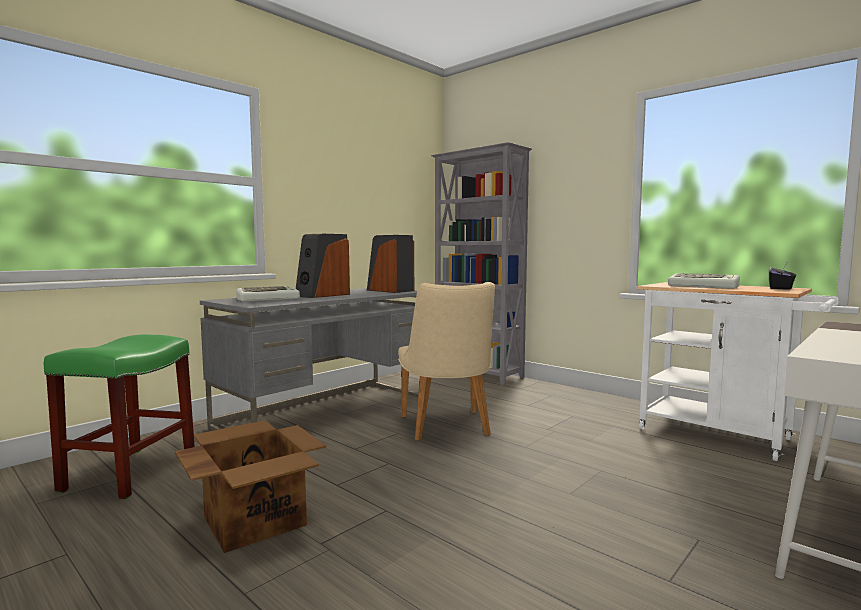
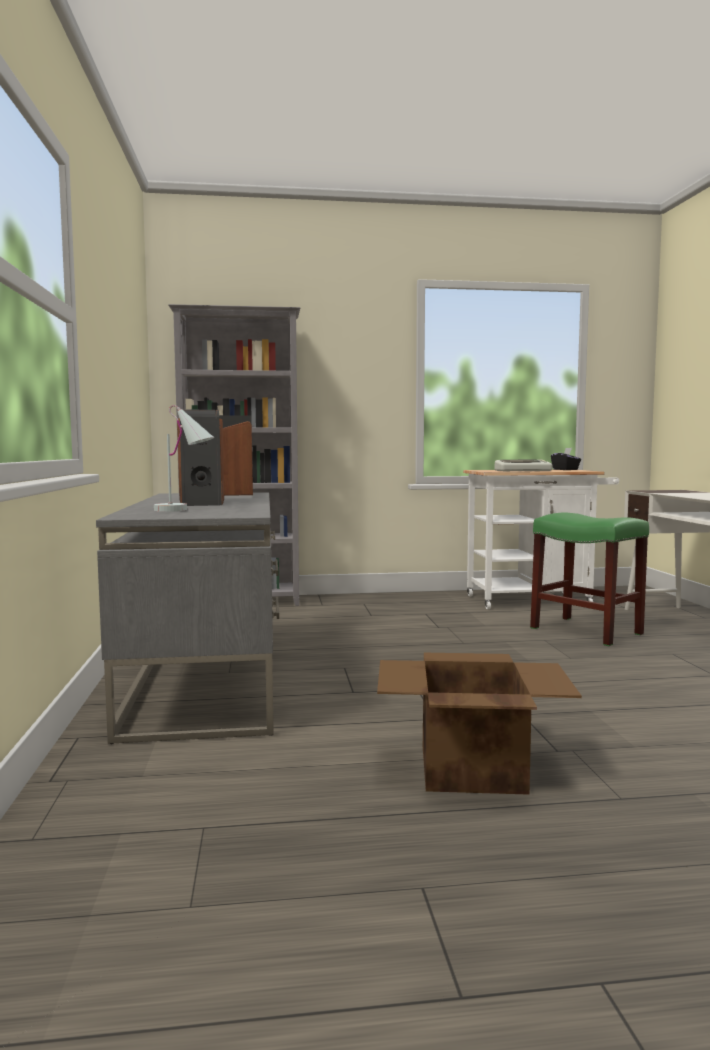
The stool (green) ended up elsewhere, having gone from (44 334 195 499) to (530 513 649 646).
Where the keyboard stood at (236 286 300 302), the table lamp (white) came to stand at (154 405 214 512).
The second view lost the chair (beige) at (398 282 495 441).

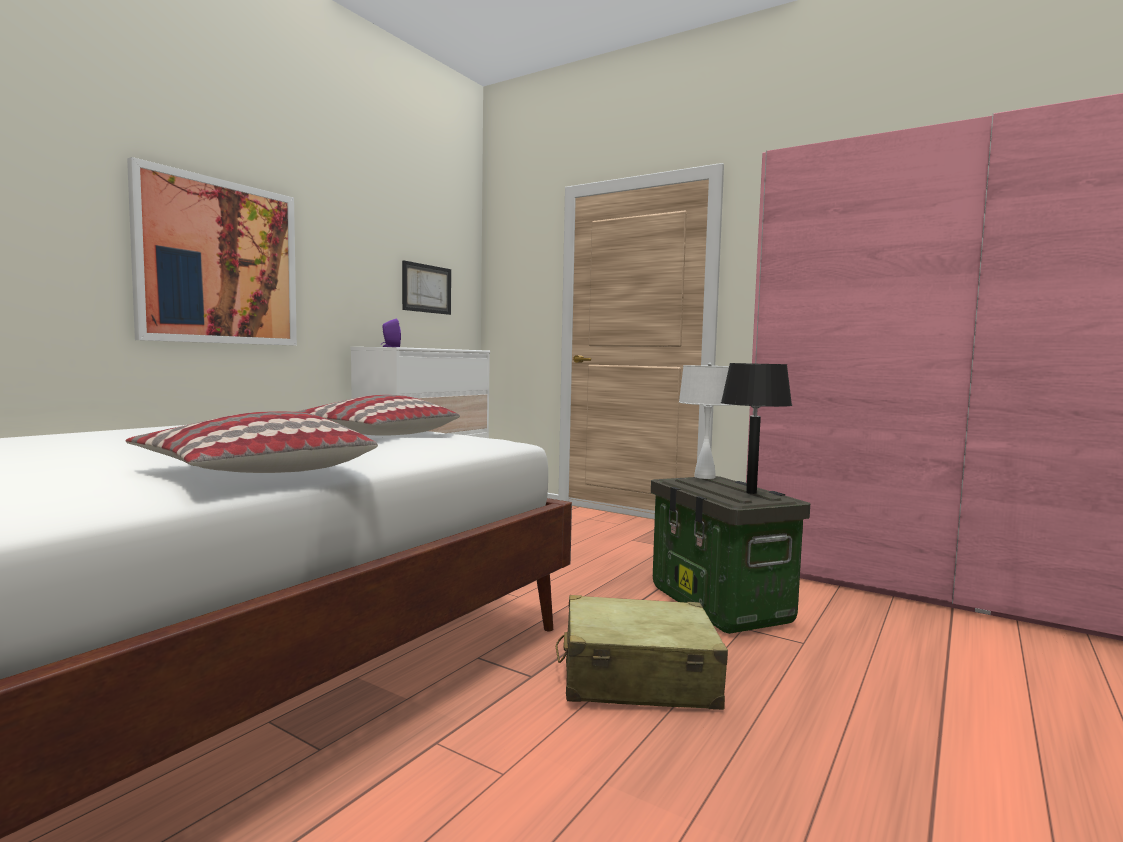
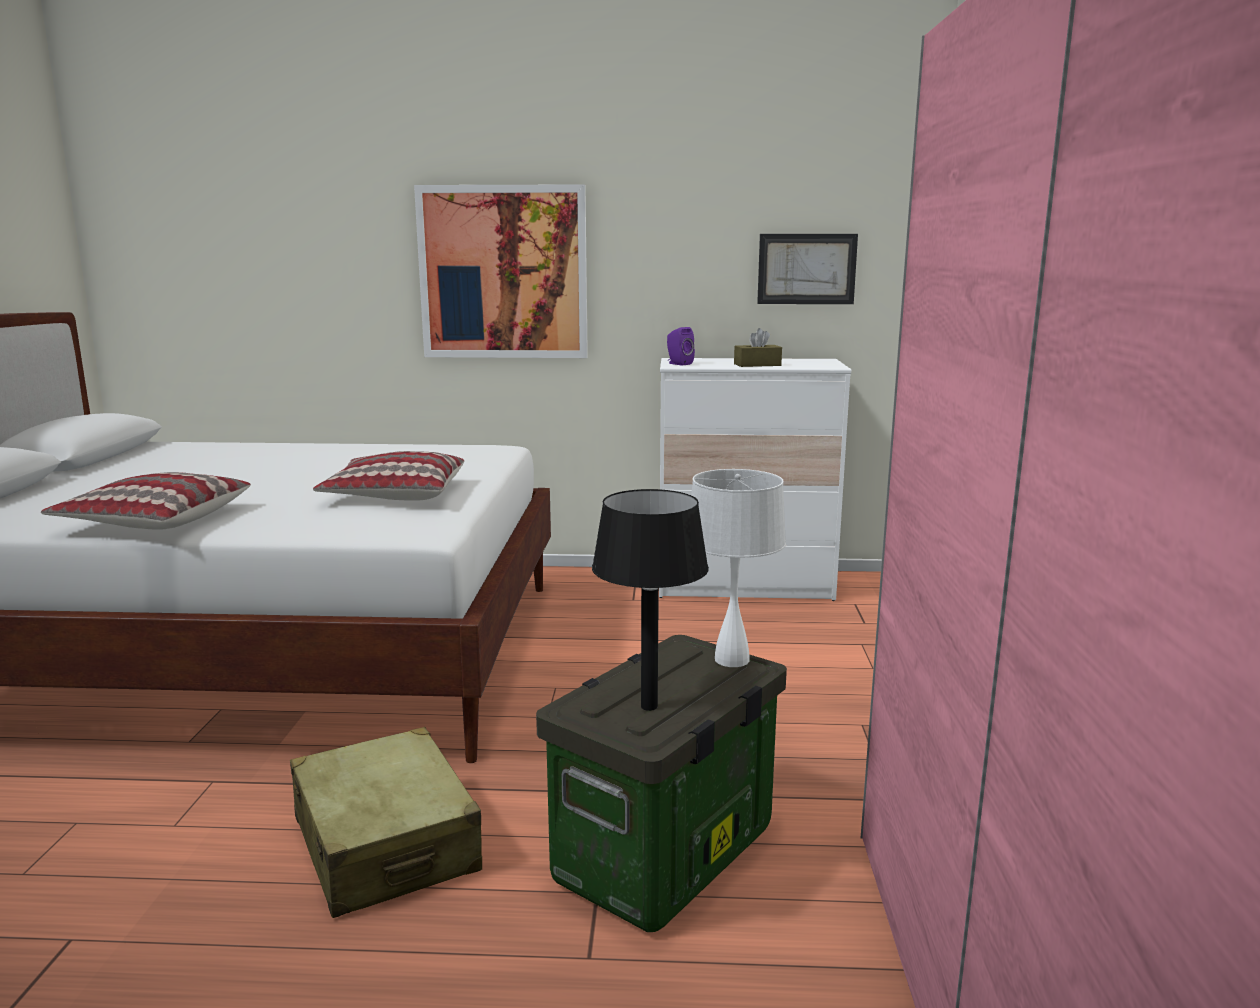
The second view gained the tissue box (brown) at (734 328 782 367).

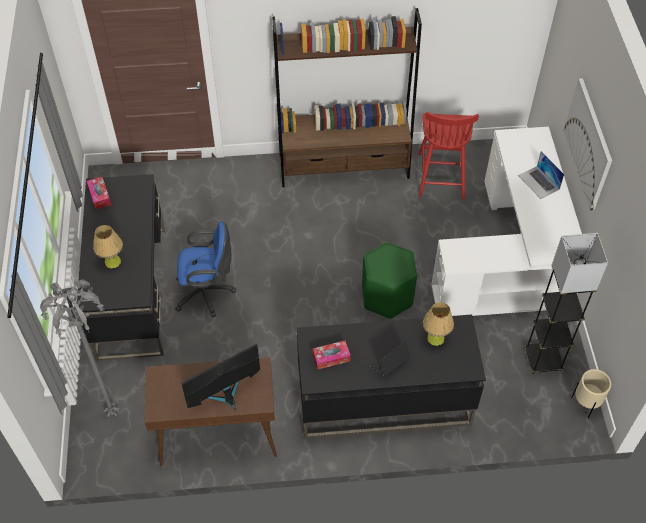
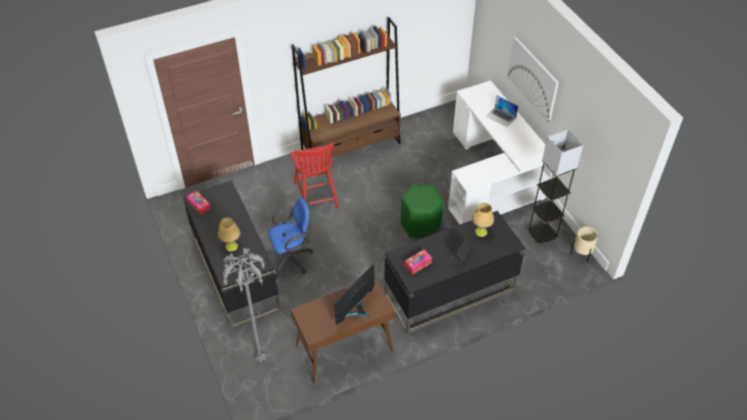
The chair (red) ended up elsewhere, having gone from (418 112 479 199) to (290 143 339 209).

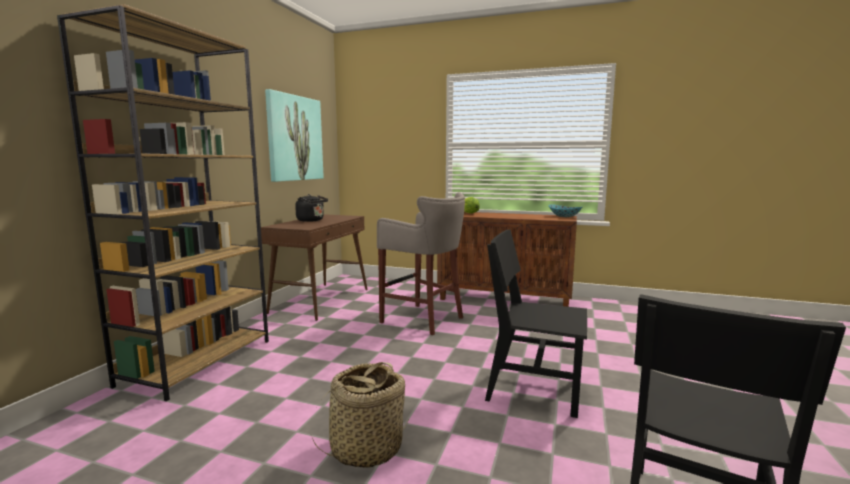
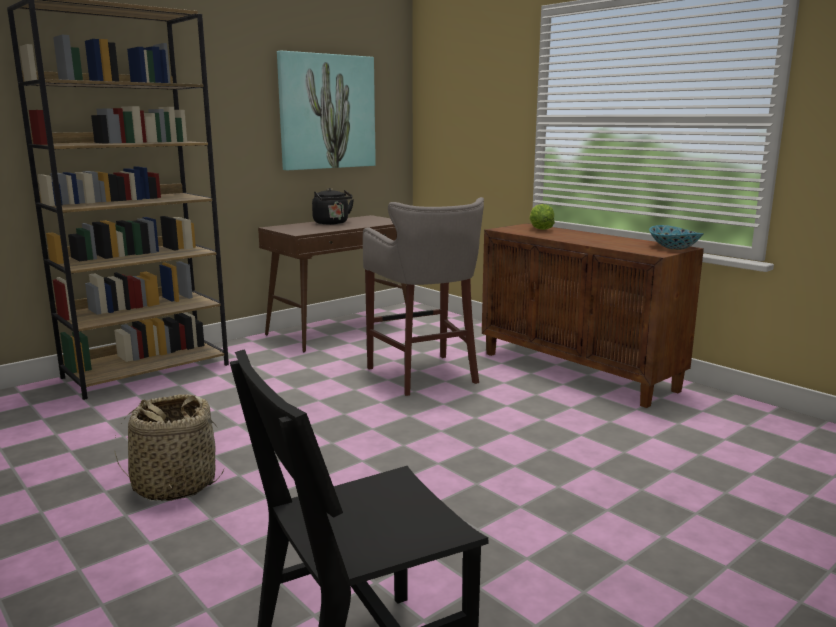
The second view lost the chair (black) at (485 230 587 418).

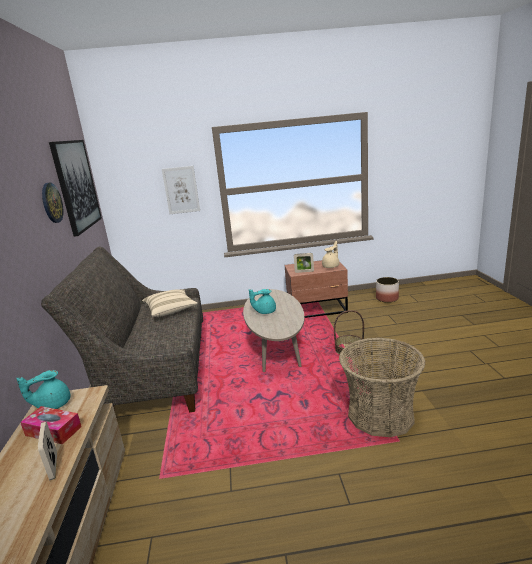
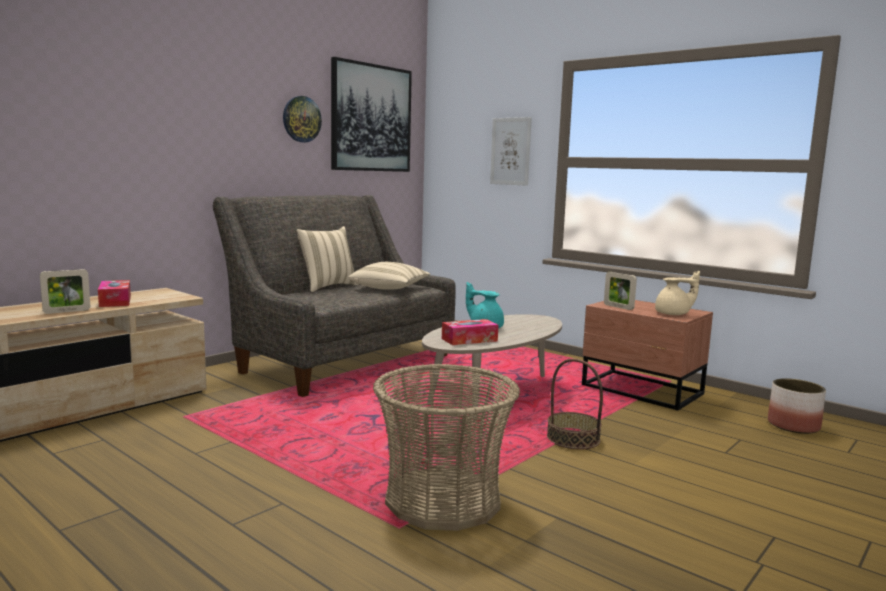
The second view lost the teapot (turquoise) at (16 370 70 409).
The picture frame at (38 422 57 480) ended up facing another way, 150 degrees counterclockwise from before.
The second view gained the pillow (beige) at (296 226 359 292).
The second view gained the tissue box at (442 319 498 345).

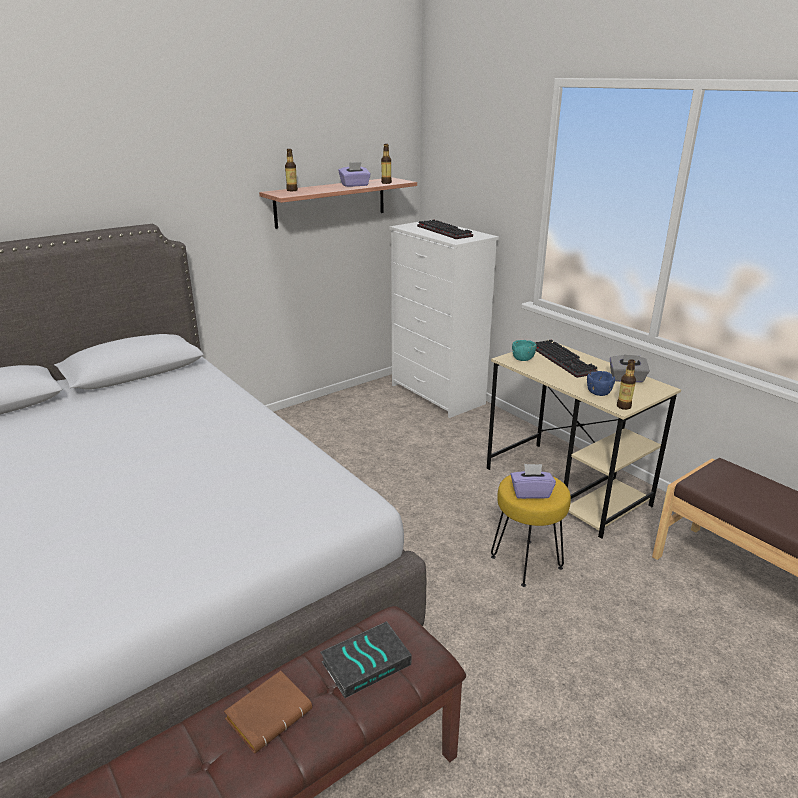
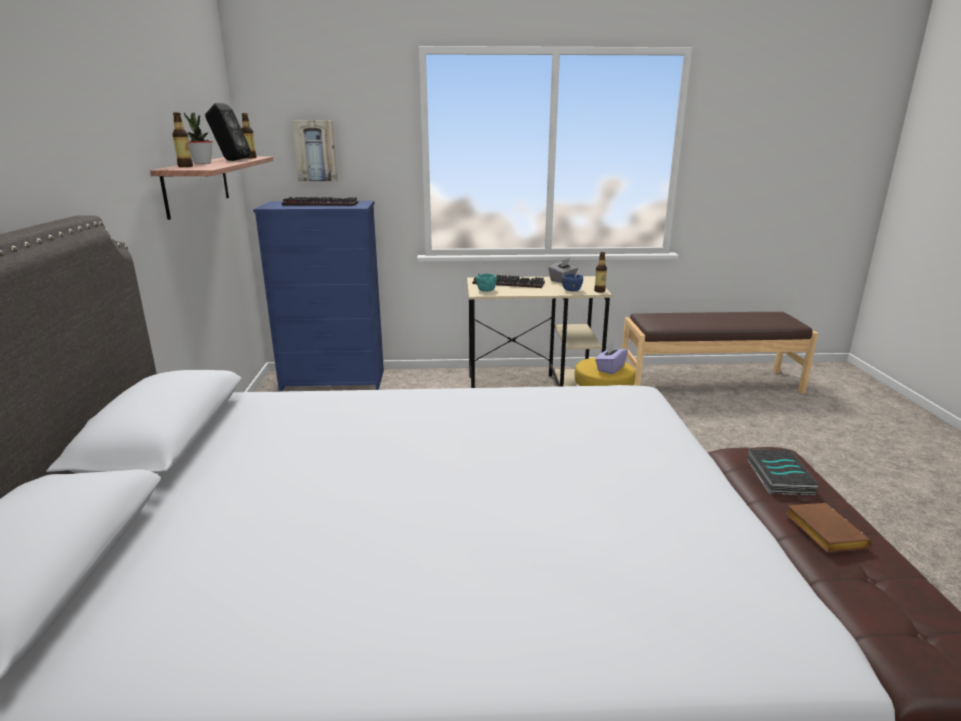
Where the tissue box (purple) stood at (339 162 371 187), the speaker (black) came to stand at (205 103 251 161).
What was the dresser (white) at (389 220 499 418) turned into the dresser (blue) at (253 201 384 392).
The second view gained the potted plant at (184 113 213 164).
The second view gained the picture at (292 120 337 181).

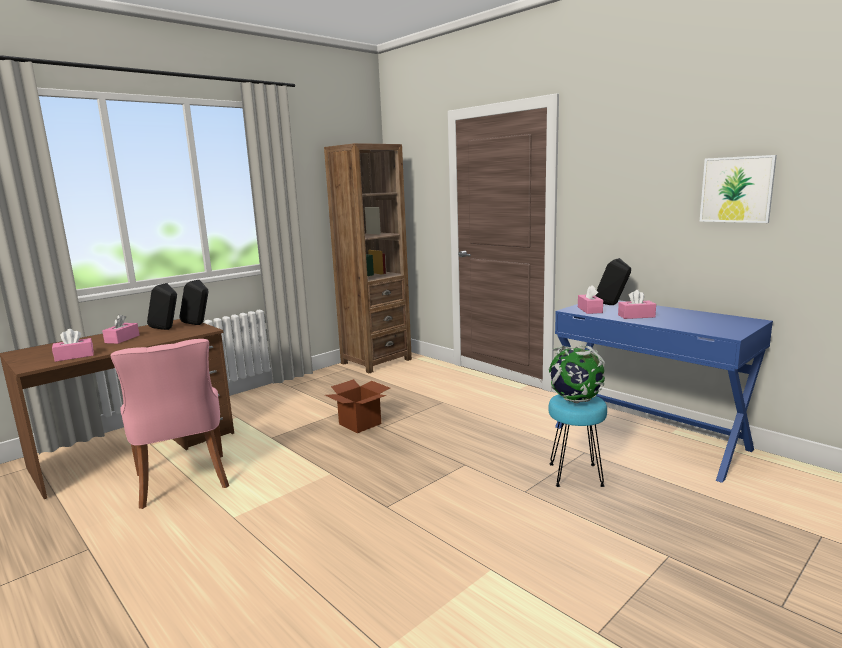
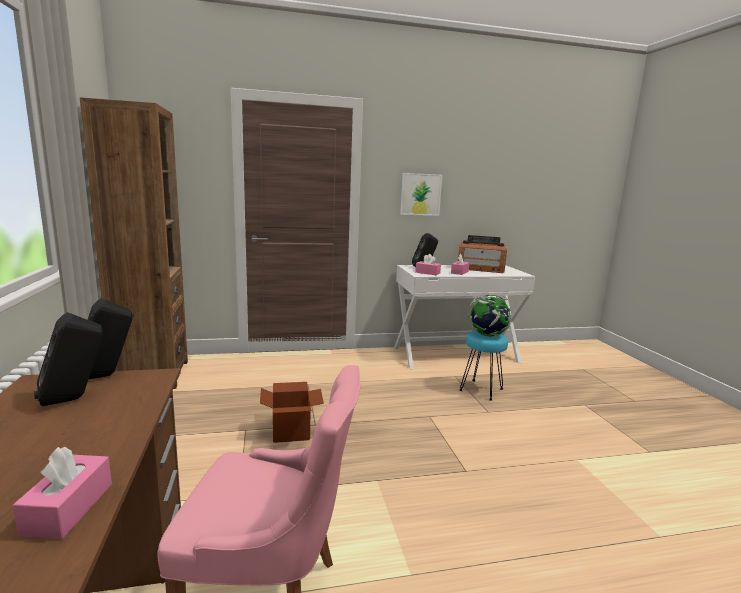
The second view lost the tissue box (pink) at (102 314 139 344).
What was the desk (blue) at (555 300 773 483) turned into the desk (white) at (394 265 535 369).
The picture ended up elsewhere, having gone from (700 155 777 223) to (400 173 442 216).
The second view gained the radio at (458 235 507 273).

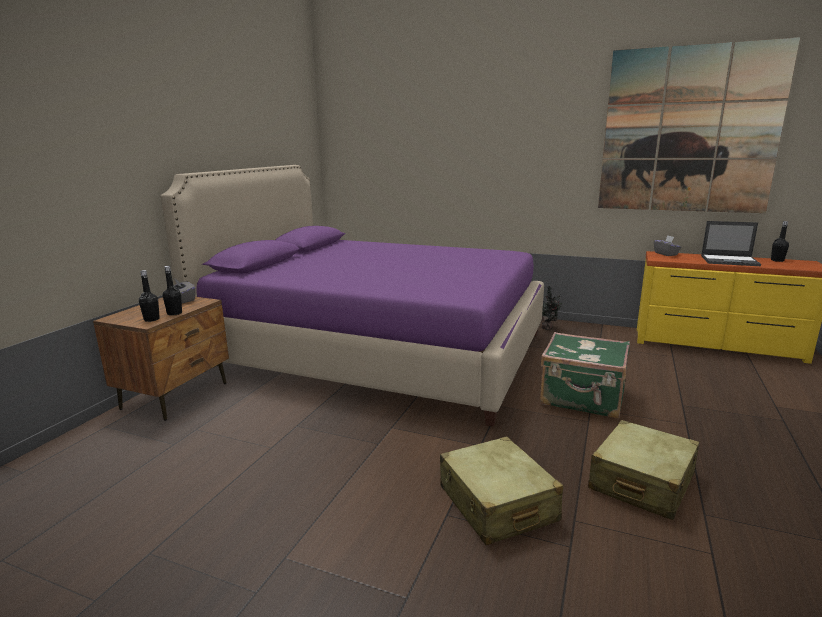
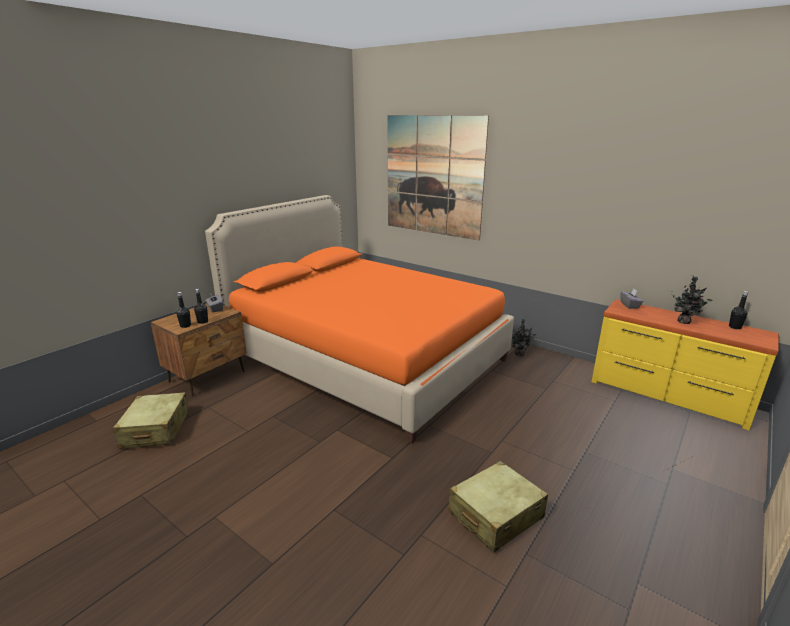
What was the bed (purple) at (161 165 544 427) turned into the bed (orange) at (205 195 514 443).
The suitcase (beige) ended up elsewhere, having gone from (440 436 563 545) to (113 392 189 449).
The second view lost the suitcase (green) at (540 332 630 418).
The picture ended up elsewhere, having gone from (598 37 800 213) to (387 115 489 241).
Where the laptop stood at (701 221 761 266), the potted plant came to stand at (671 275 712 324).

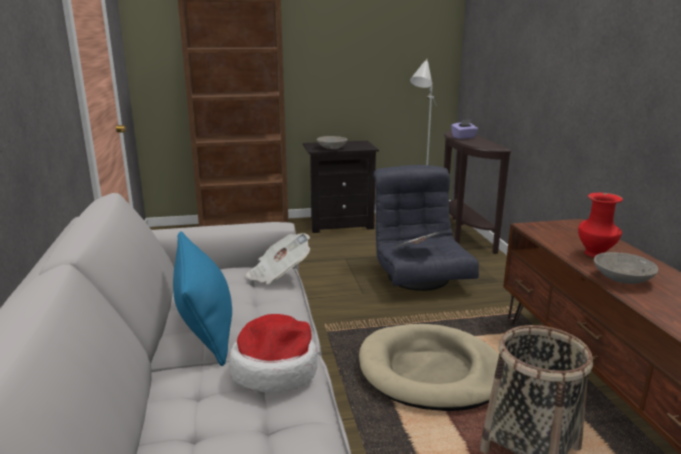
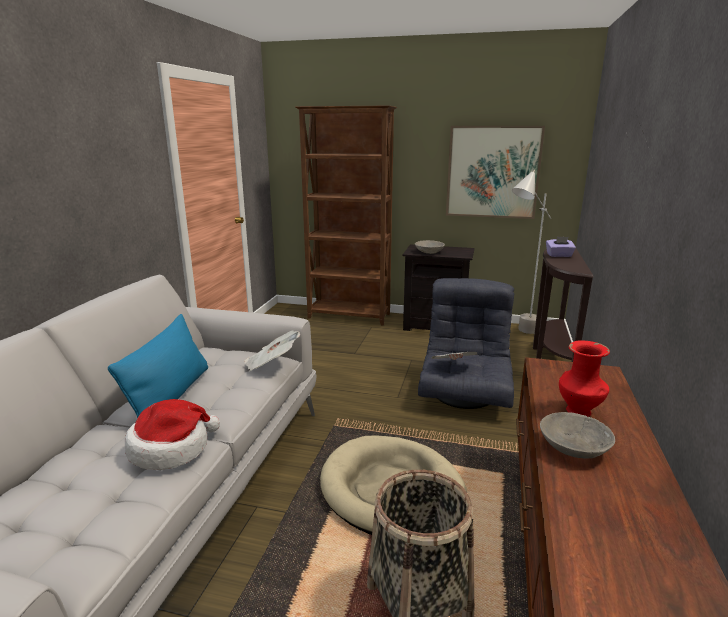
The second view gained the picture at (446 126 545 219).

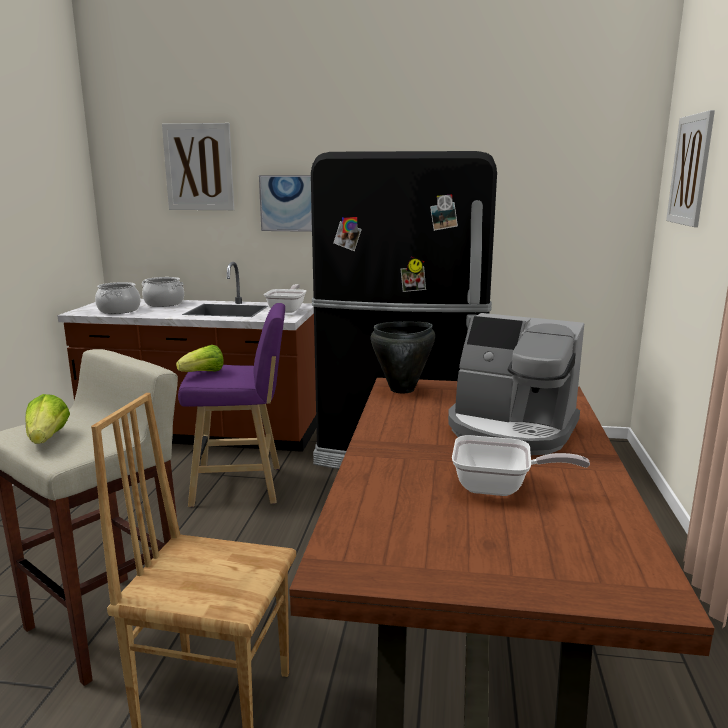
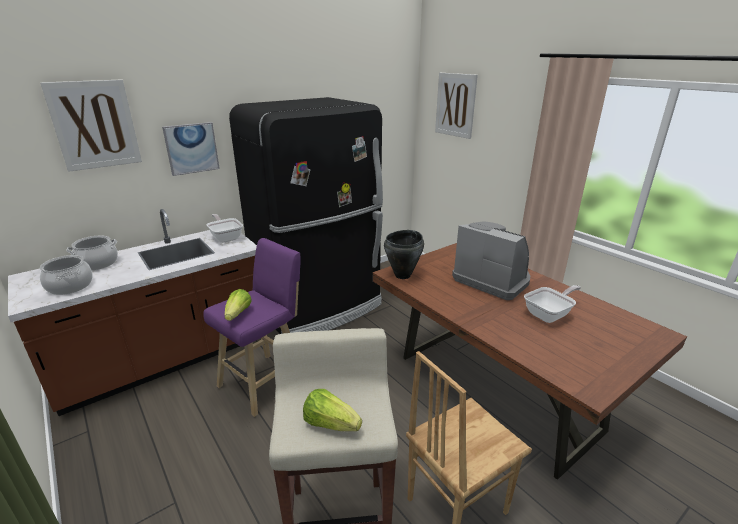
The coffee machine at (448 313 584 455) ended up facing another way, 120 degrees counterclockwise from before.

